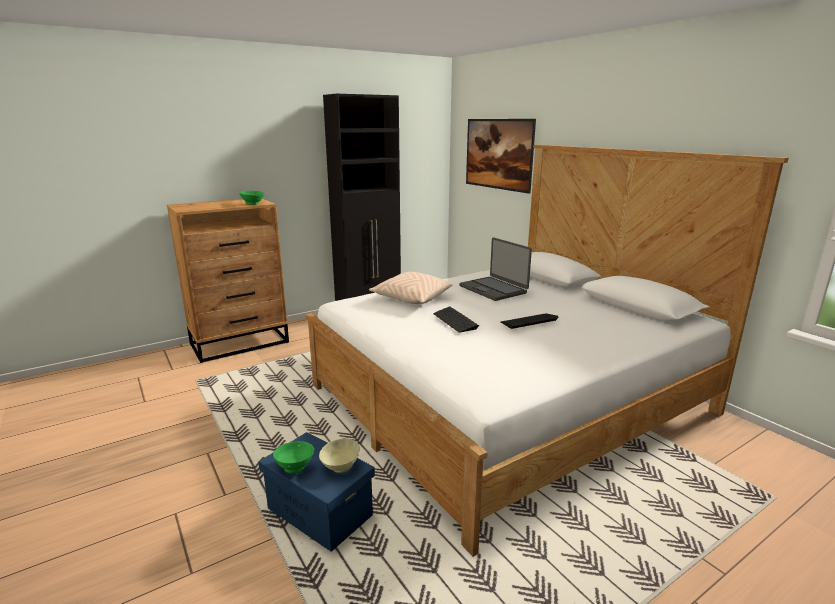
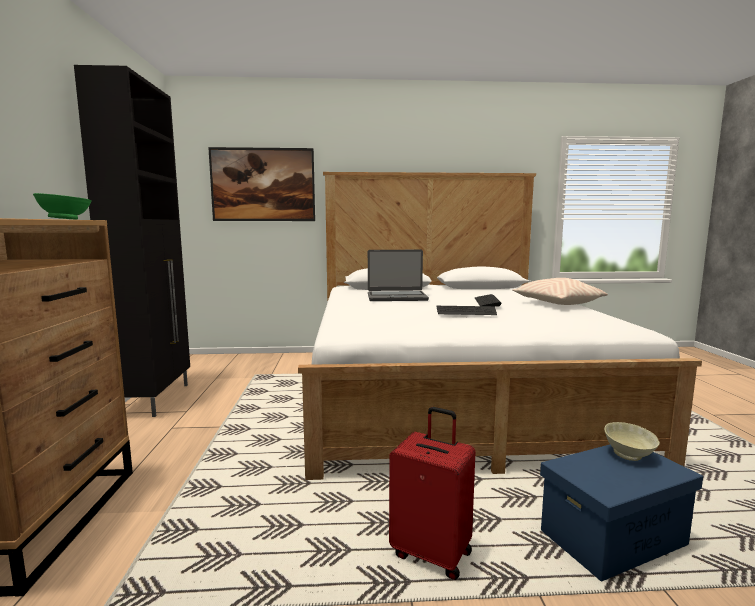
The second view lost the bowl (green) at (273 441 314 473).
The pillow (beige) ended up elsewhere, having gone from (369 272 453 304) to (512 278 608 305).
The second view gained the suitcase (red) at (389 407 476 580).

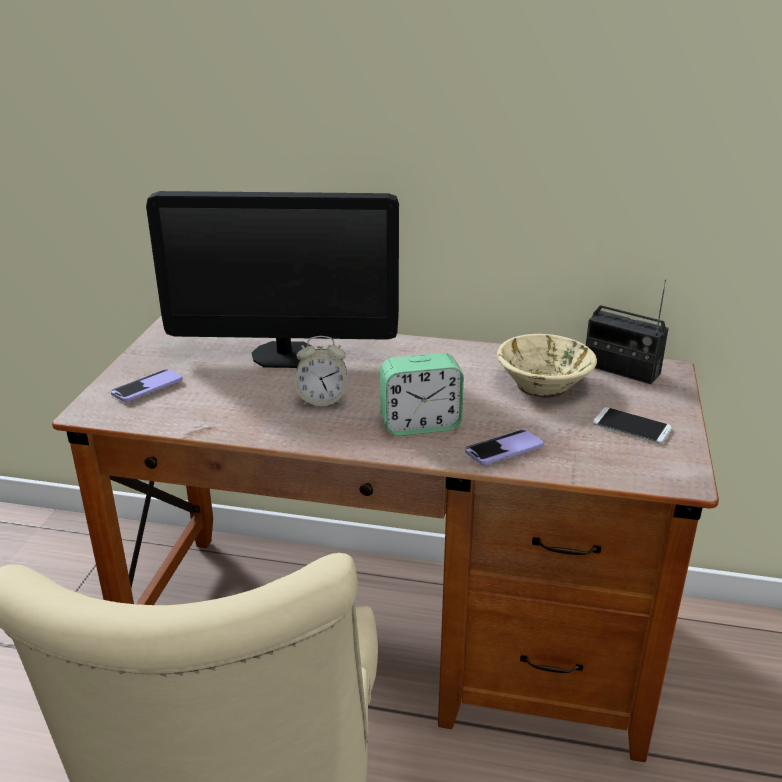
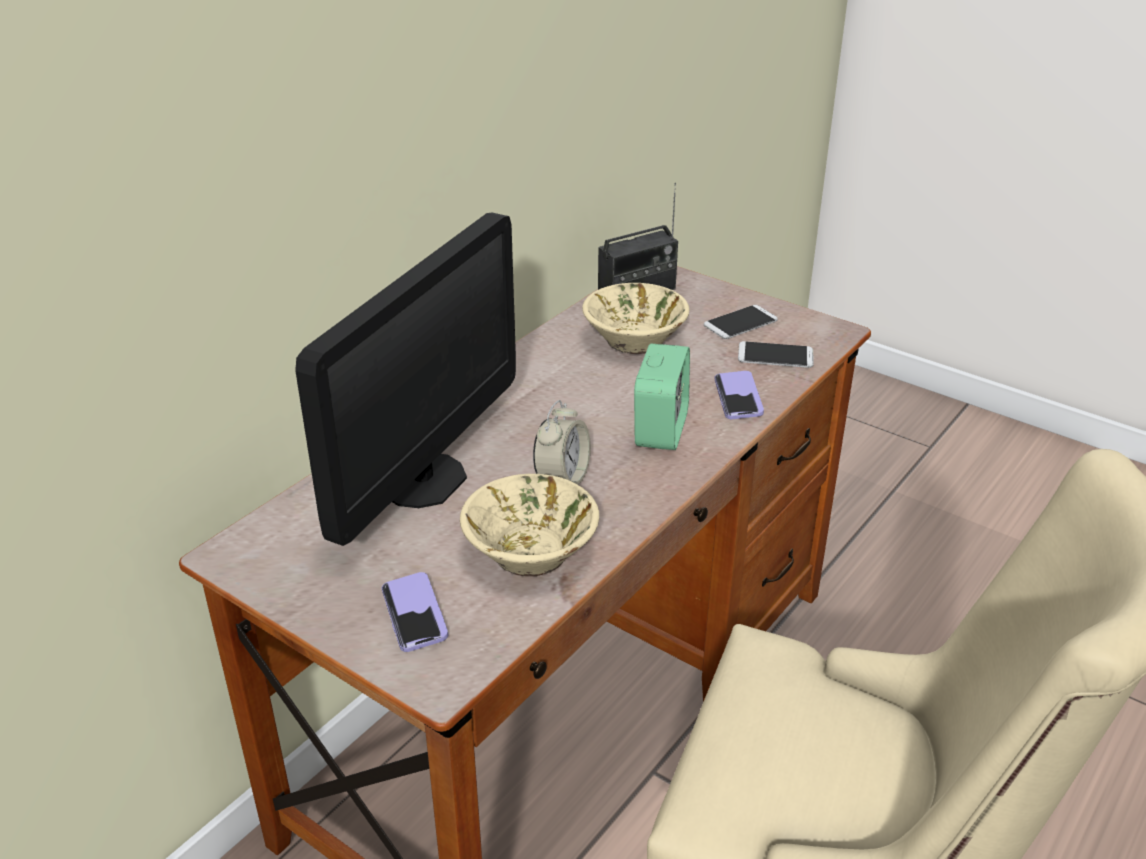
The second view gained the bowl (beige) at (460 474 599 577).
The second view gained the phone at (738 341 814 368).

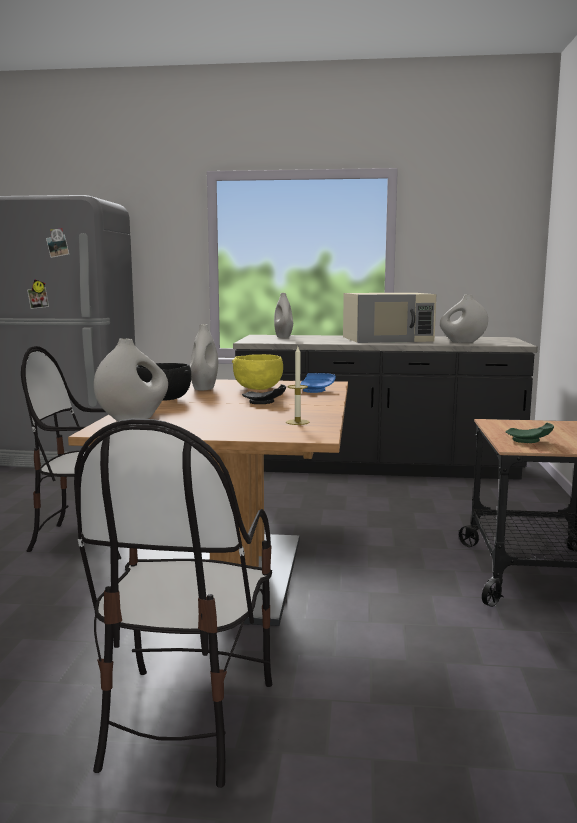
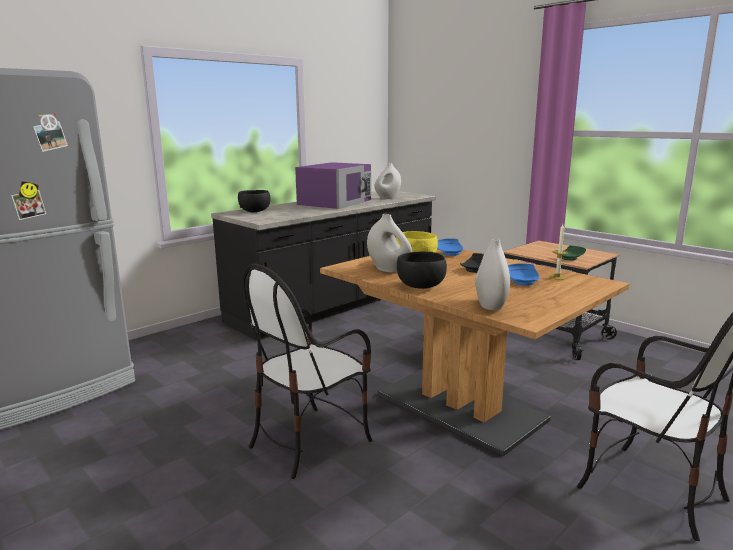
Where the vase (white) stood at (274 293 293 338), the bowl (black) came to stand at (238 190 271 212).
What was the microwave (beige) at (343 293 436 343) turned into the microwave (purple) at (295 162 371 209).
The second view gained the plate (blue) at (508 263 539 285).

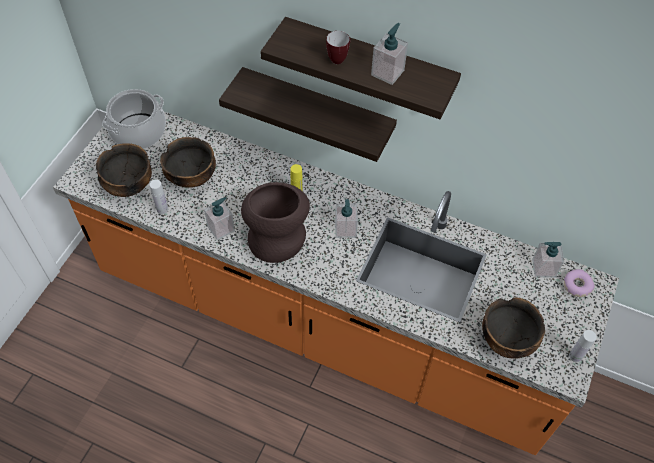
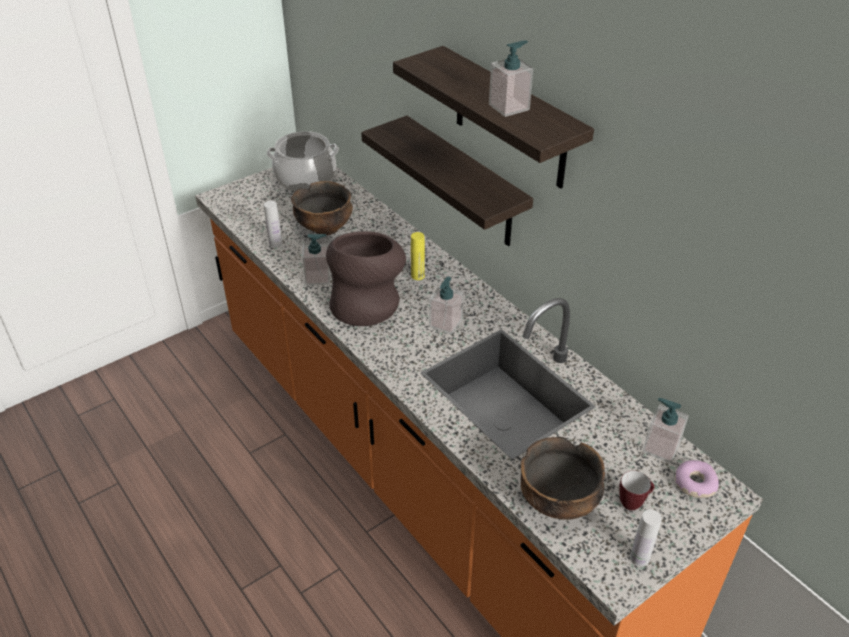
The second view lost the bowl at (96 143 152 197).
The mug ended up elsewhere, having gone from (326 31 350 64) to (619 471 654 511).

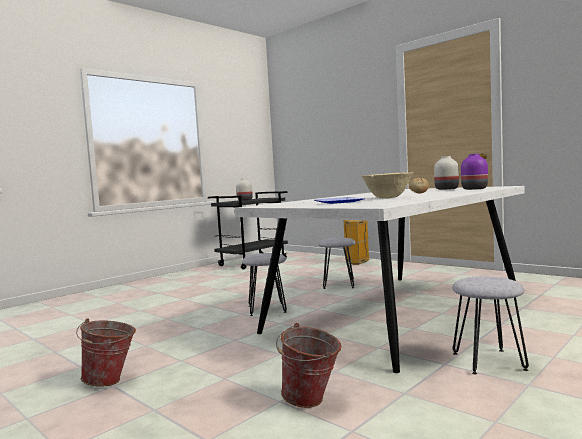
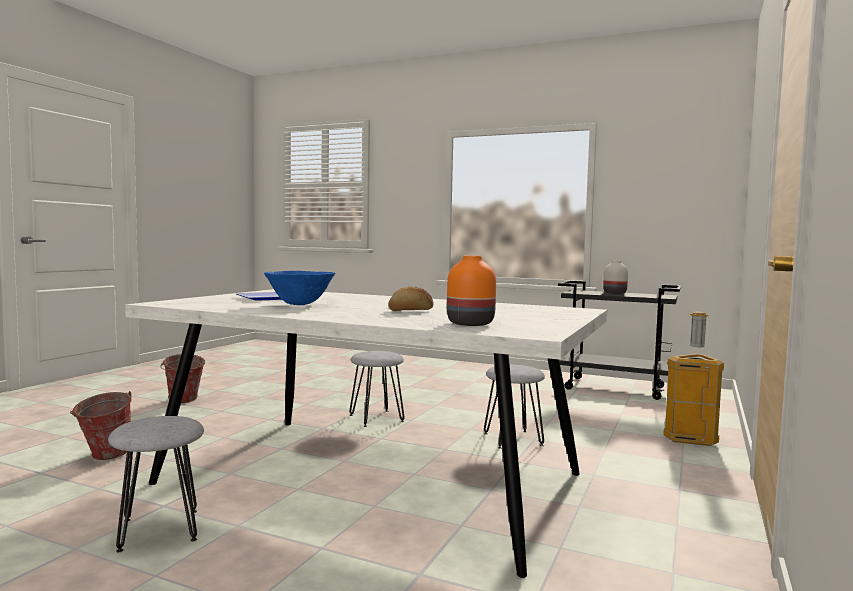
What was the bowl (beige) at (361 172 414 199) turned into the bowl (blue) at (264 271 335 305).
The second view lost the vase (white) at (434 156 459 190).
What was the vase (purple) at (461 154 488 190) turned into the vase (orange) at (447 256 496 326).

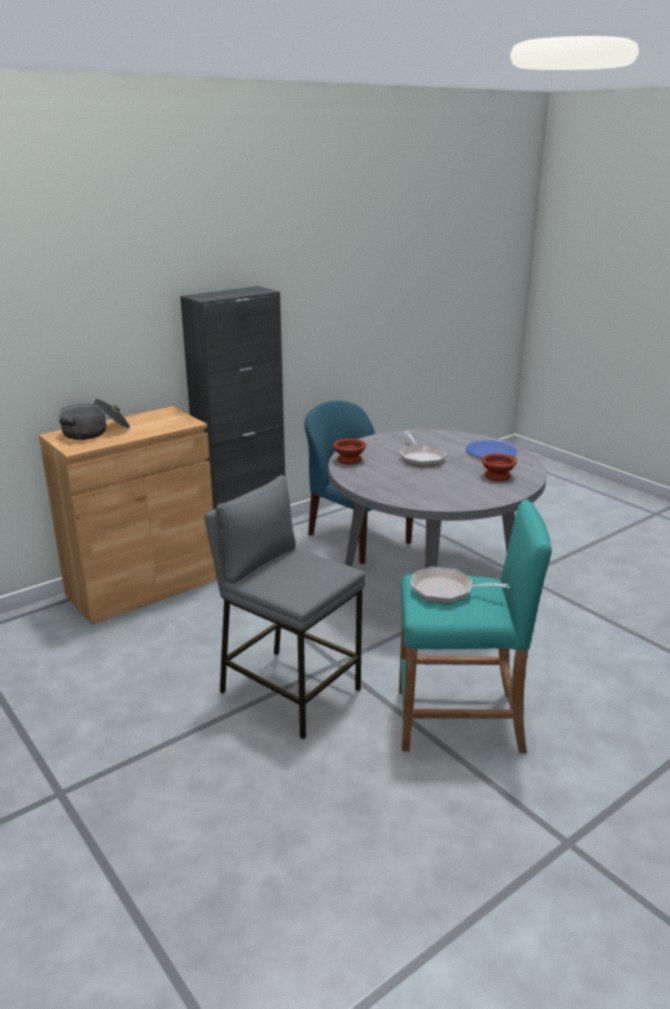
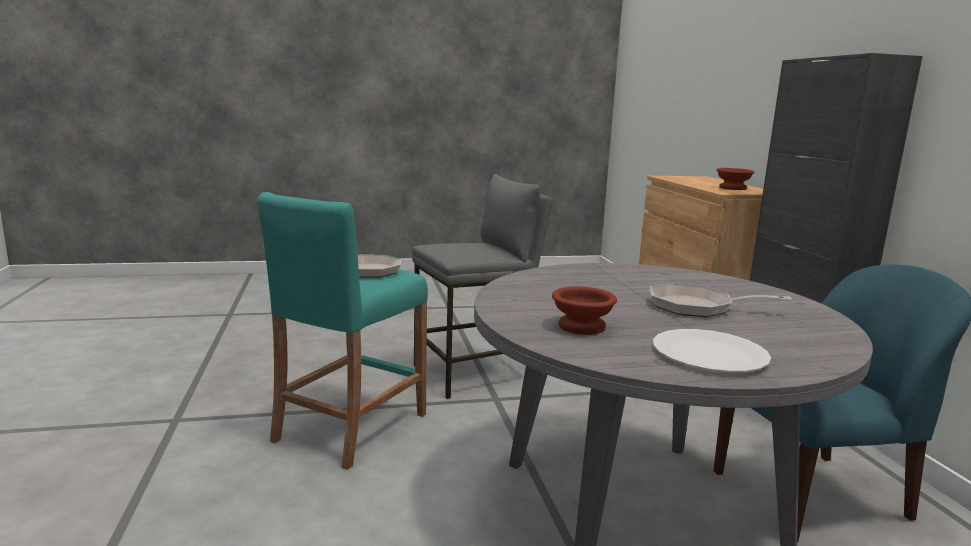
The second view lost the cooking pot at (58 399 130 440).
The bowl (brown) ended up elsewhere, having gone from (333 439 366 465) to (716 168 754 190).
What was the plate (blue) at (466 441 517 458) turned into the plate (white) at (653 329 771 372).

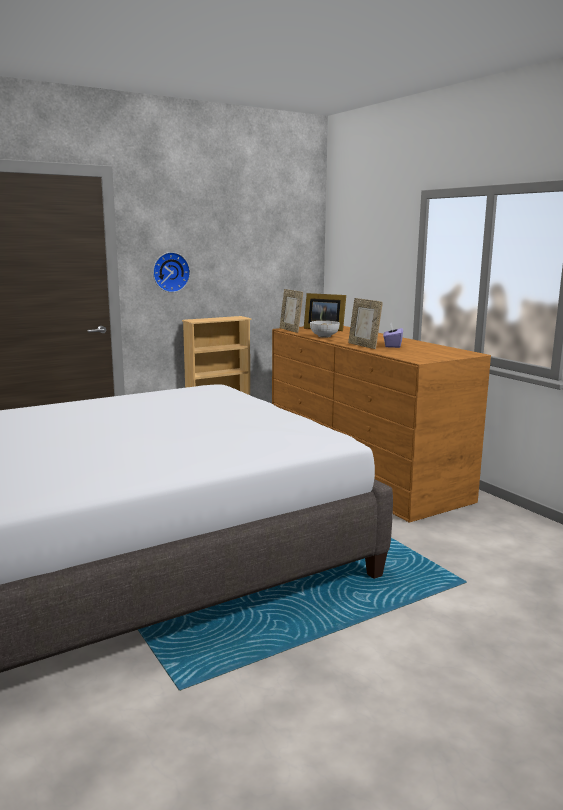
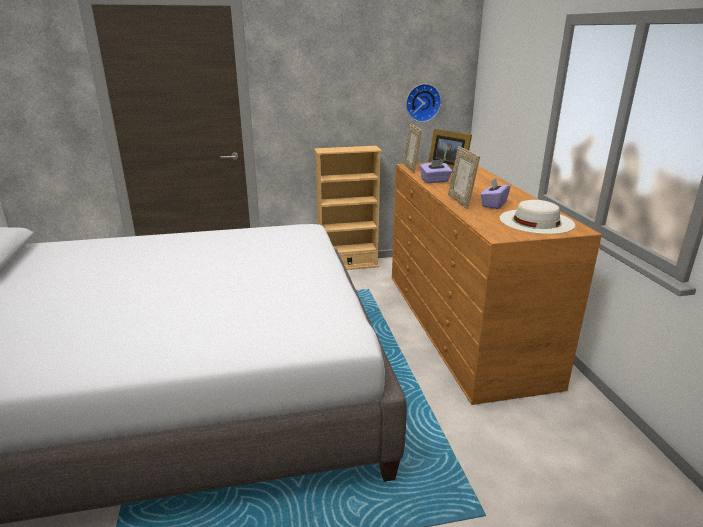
The wall clock ended up elsewhere, having gone from (153 252 190 293) to (406 84 441 122).
Where the bowl stood at (310 321 340 338), the tissue box (purple) came to stand at (420 160 452 183).
The second view gained the hat (white) at (500 200 575 234).

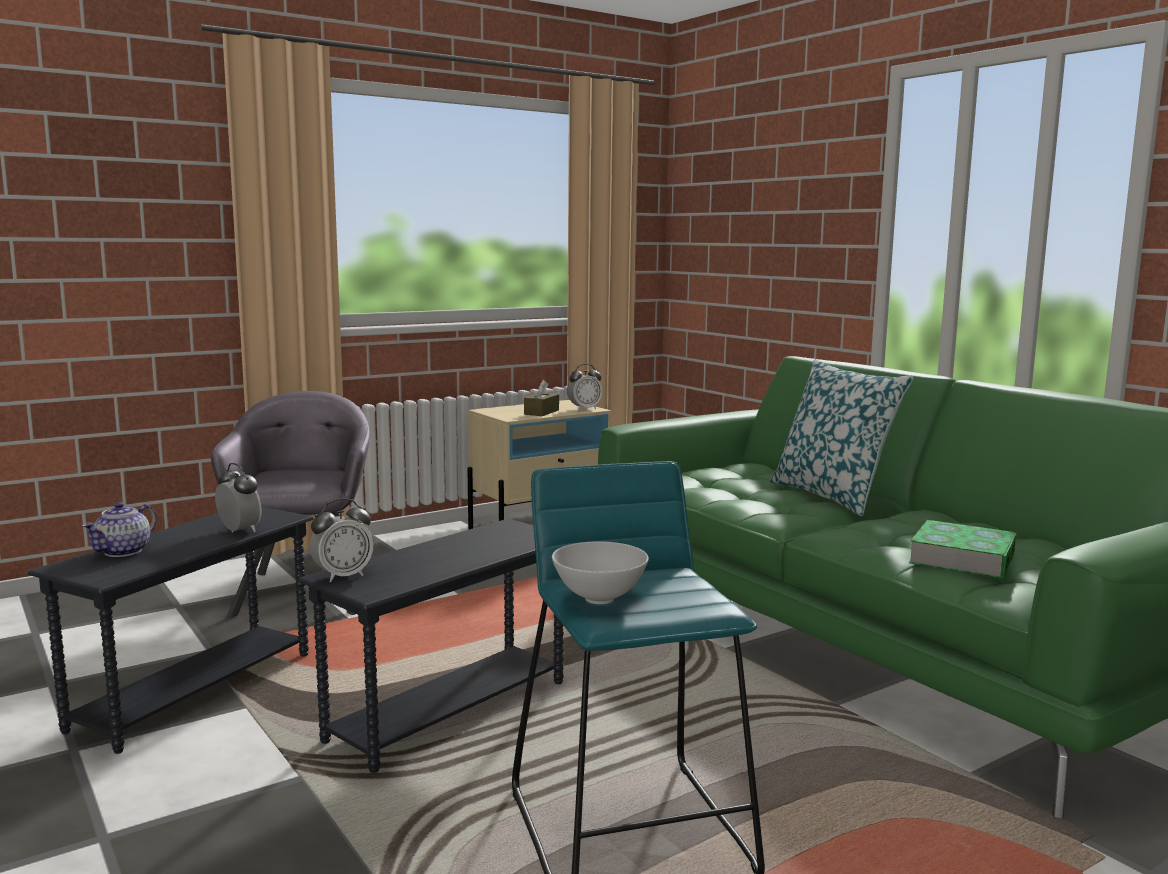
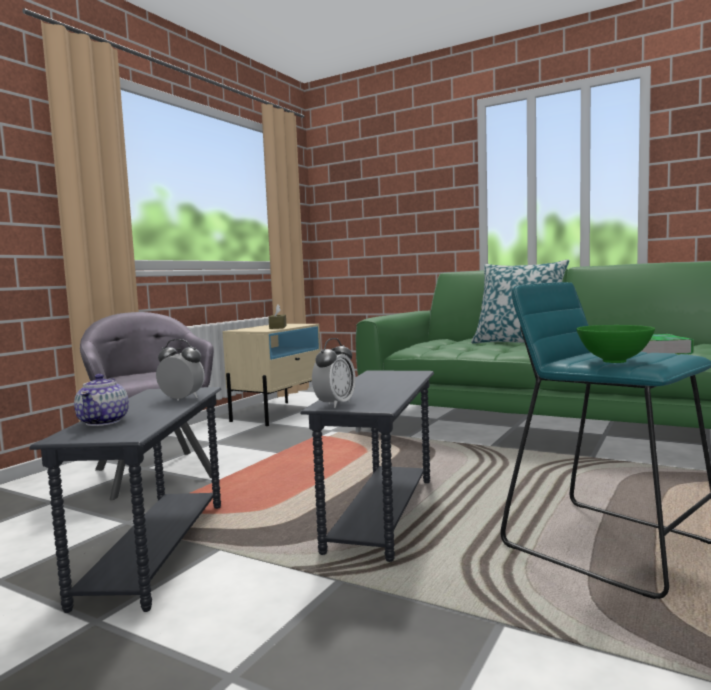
What was the bowl (white) at (552 541 649 604) turned into the bowl (green) at (576 325 655 363).
The second view lost the alarm clock at (568 364 602 410).

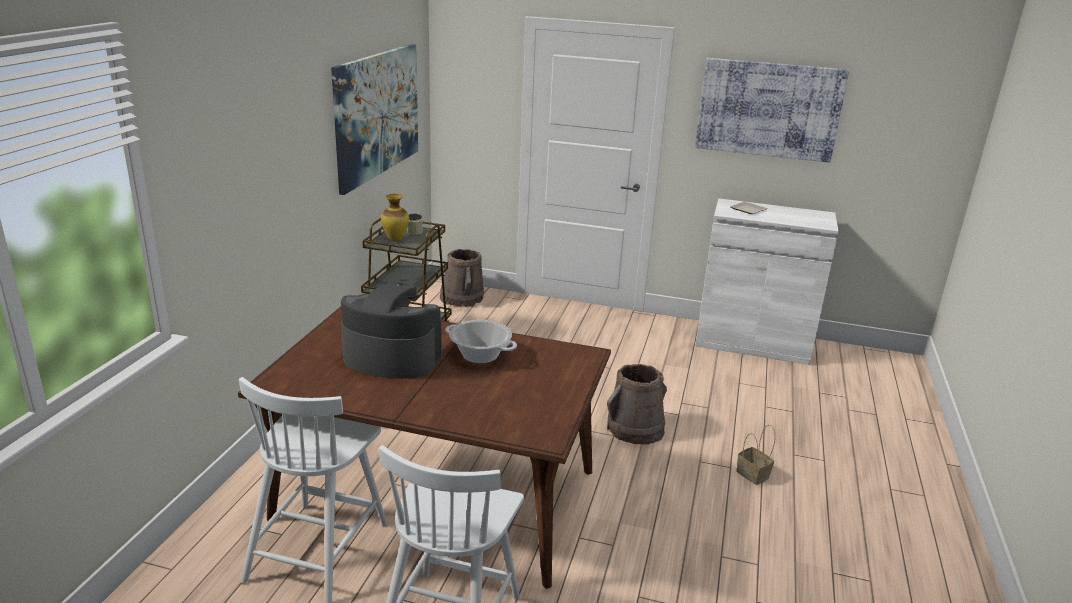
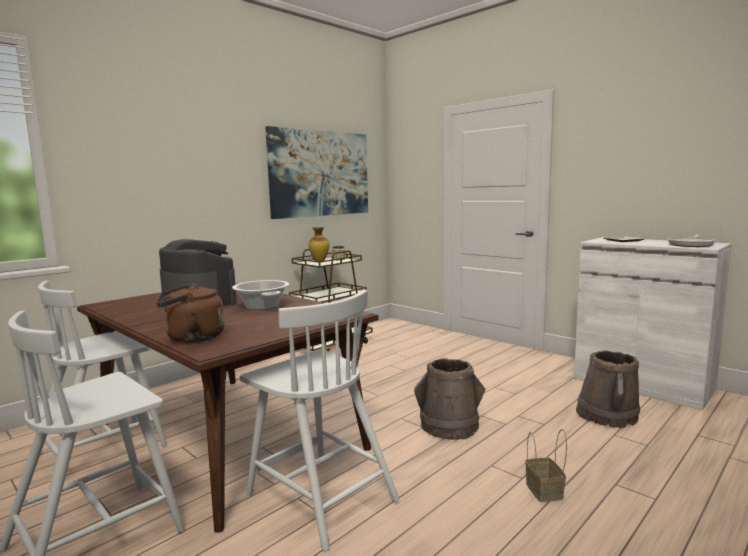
The bucket (brown) ended up elsewhere, having gone from (440 249 484 307) to (576 350 640 428).
The second view lost the picture at (695 58 849 163).
The second view gained the kettle (brown) at (157 284 224 343).
The second view gained the chair (white) at (240 290 400 552).
The second view gained the frying pan at (668 235 715 247).

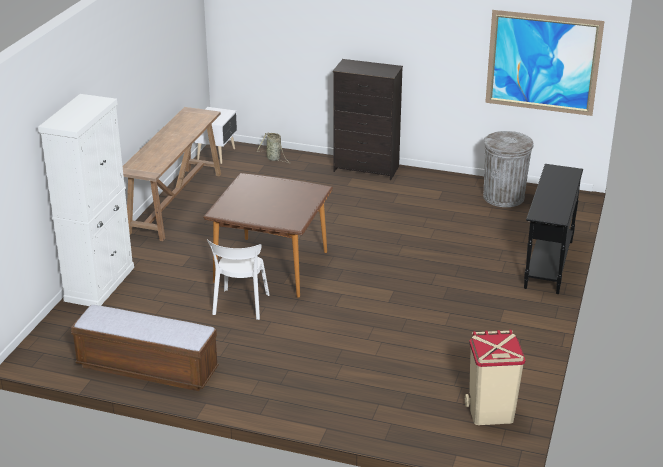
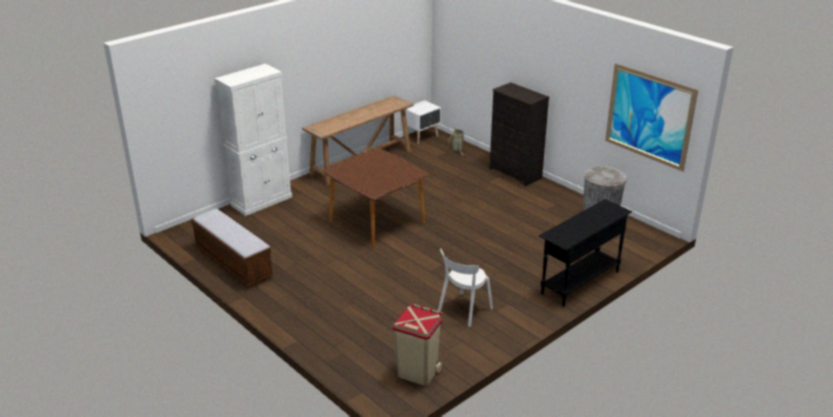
The chair (white) ended up elsewhere, having gone from (207 239 270 320) to (438 249 493 327).

